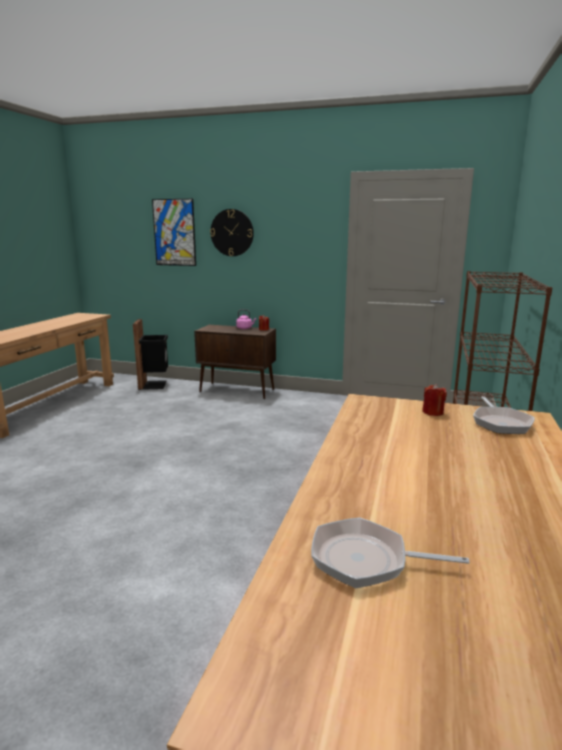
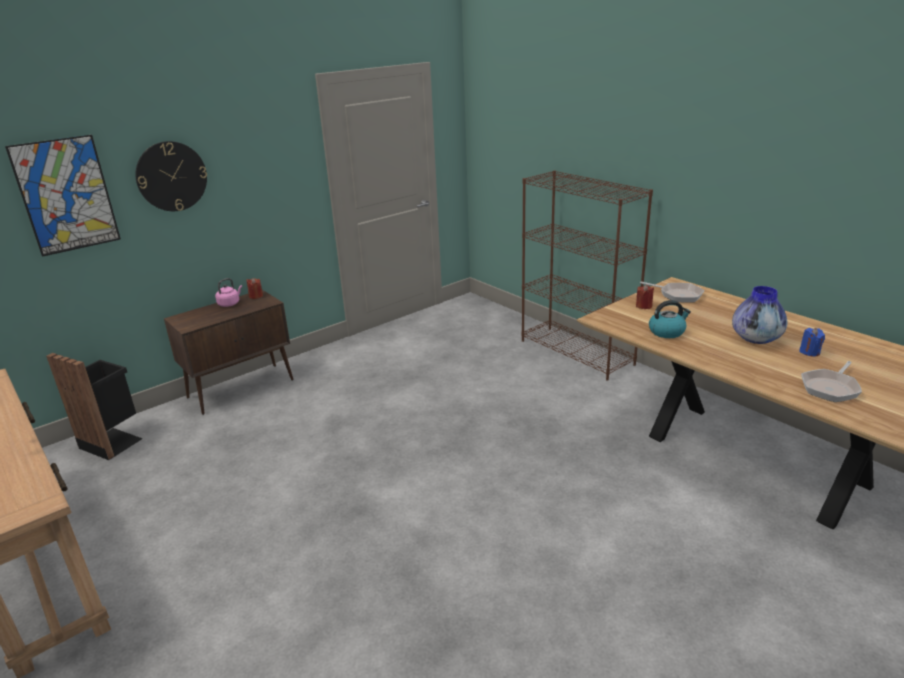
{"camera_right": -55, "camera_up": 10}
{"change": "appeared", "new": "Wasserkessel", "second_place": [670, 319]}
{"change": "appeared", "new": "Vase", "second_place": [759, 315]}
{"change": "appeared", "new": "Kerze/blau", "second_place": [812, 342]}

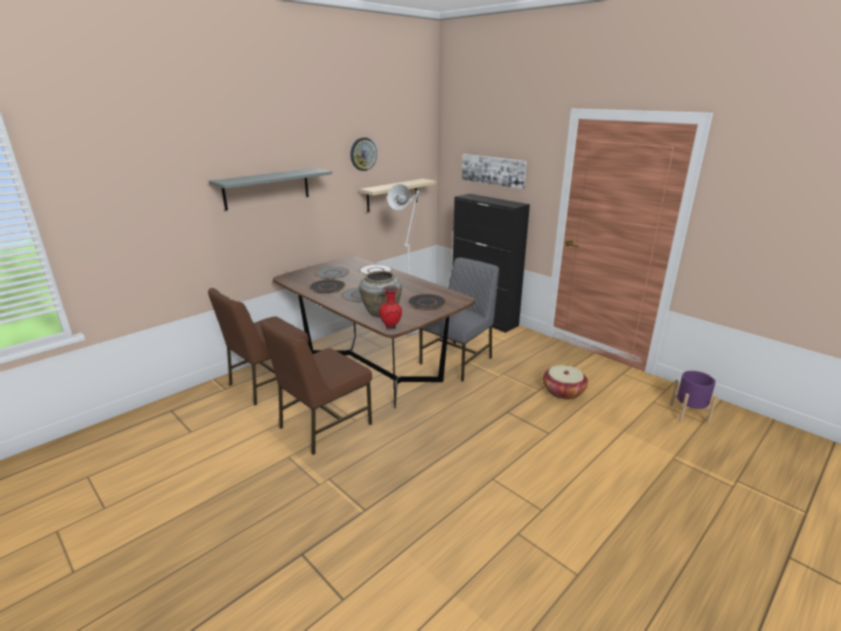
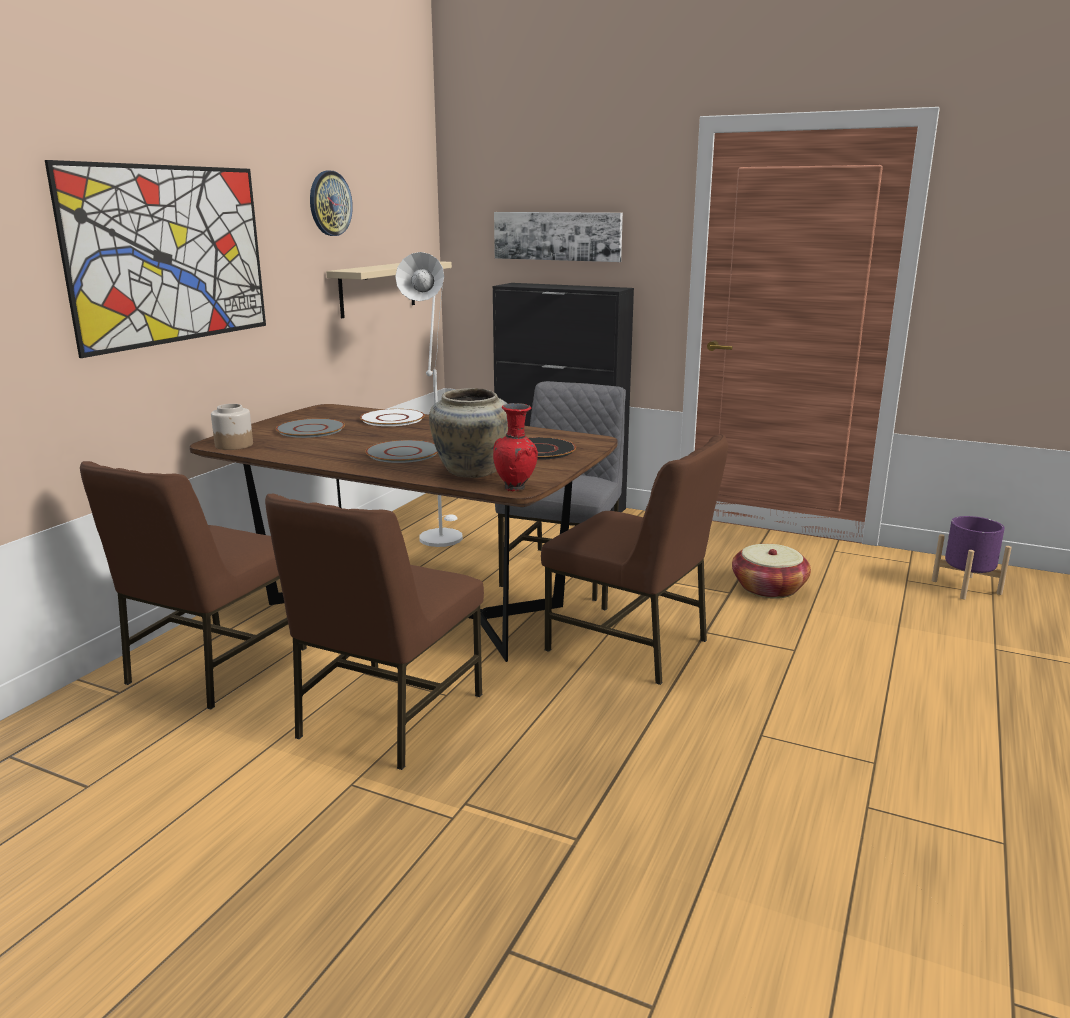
{"camera_right": -20, "camera_up": -5}
{"change": "missing", "old": "Teller/schwarz", "first_place": [327, 286]}
{"change": "appeared", "new": "Vorratsglas", "second_place": [232, 427]}
{"change": "appeared", "new": "Stuhl/braun", "second_place": [634, 559]}
{"change": "exchanged", "old": "Wandregal/grau", "new": "Bild", "first_place": [270, 189], "second_place": [155, 259]}

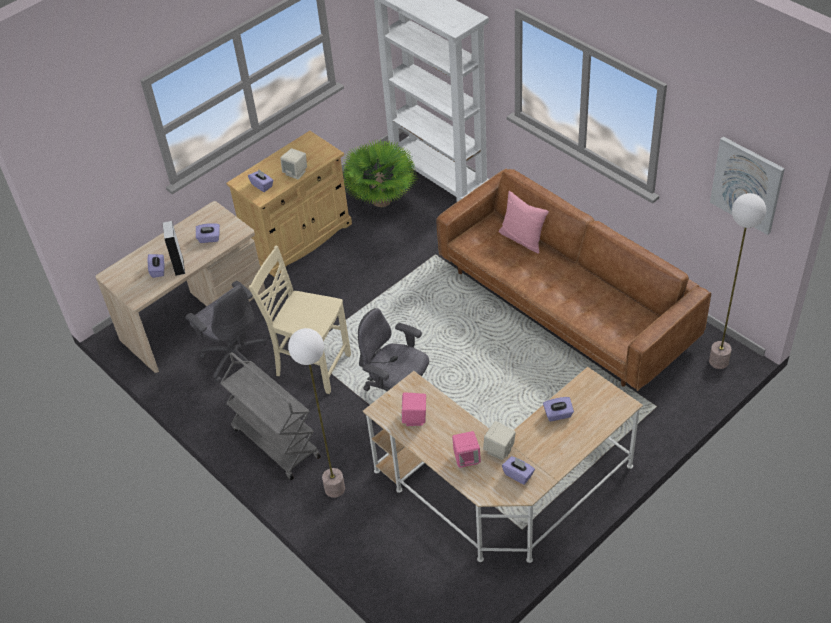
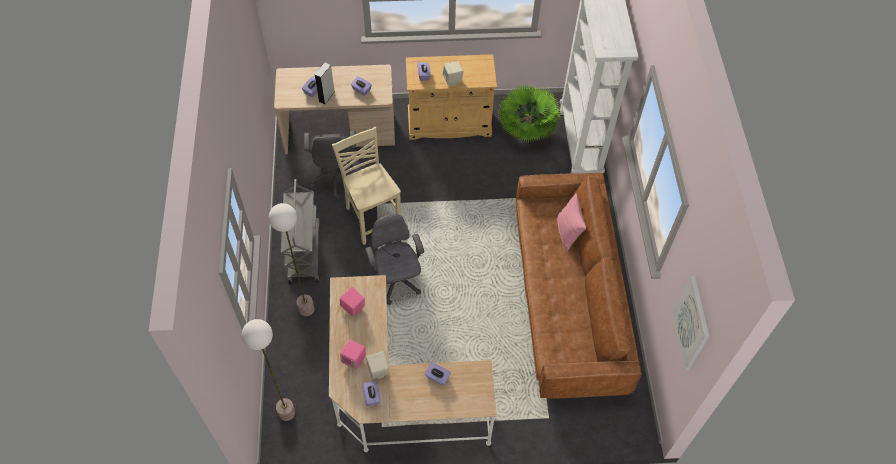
{"camera_right": 35, "camera_up": 10}
{"change": "relocated", "old": "Stehlampe", "first_place": [737, 281], "second_place": [268, 370]}

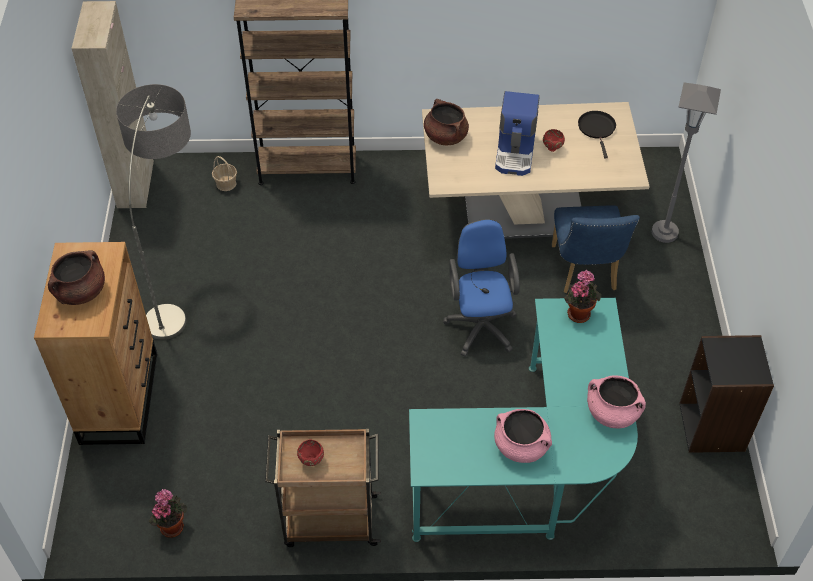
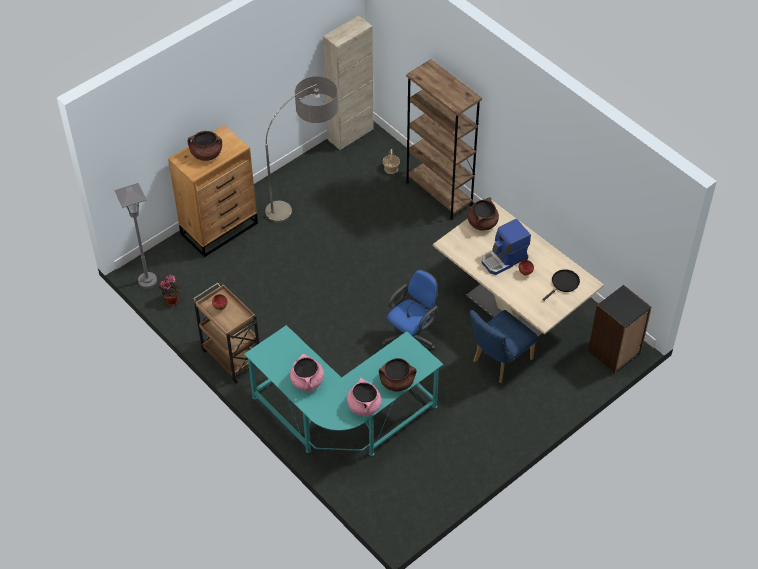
{"camera_right": 50, "camera_up": 0}
{"change": "missing", "old": "Topfpflanze", "first_place": [582, 296]}
{"change": "appeared", "new": "Kochtopf/braun", "second_place": [398, 374]}
{"change": "relocated", "old": "Stehlampe/grau", "first_place": [686, 162], "second_place": [135, 236]}
{"change": "relocated", "old": "Bücherregal/schwarz", "first_place": [726, 394], "second_place": [620, 329]}

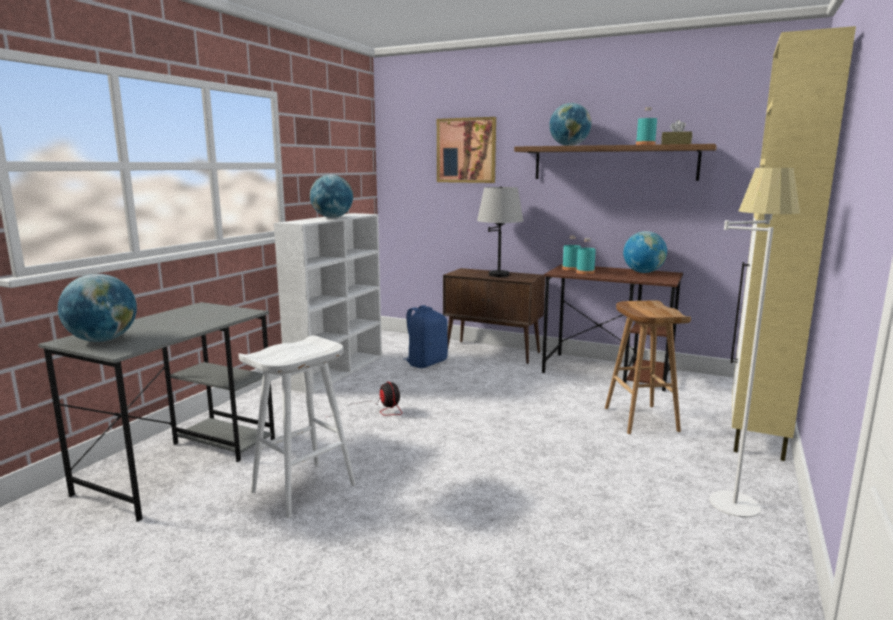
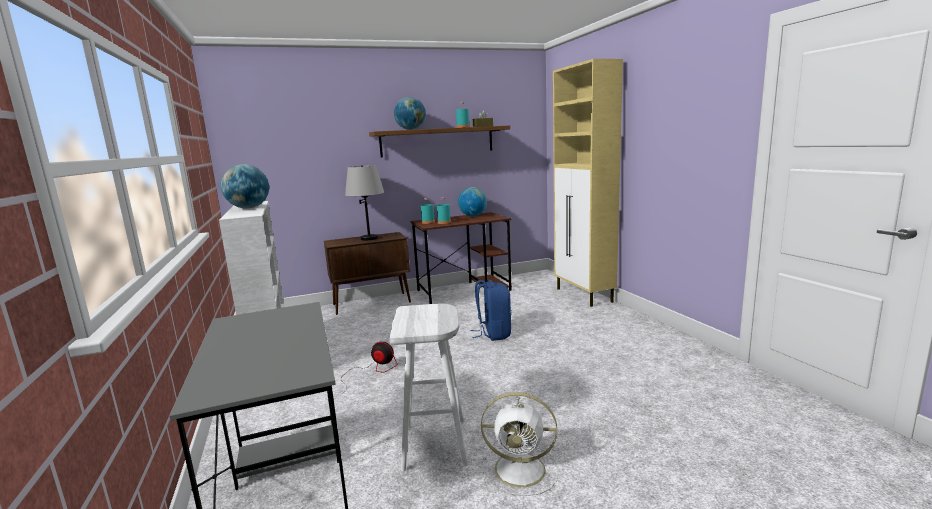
{"camera_right": -45, "camera_up": 0}
{"change": "missing", "old": "Globus", "first_place": [97, 308]}
{"change": "missing", "old": "Bild", "first_place": [466, 150]}
{"change": "missing", "old": "Hocker/braun", "first_place": [648, 367]}
{"change": "missing", "old": "Stehlampe/weiß", "first_place": [754, 343]}
{"change": "appeared", "new": "Ventilator/weiß", "second_place": [520, 444]}
{"change": "relocated", "old": "Rucksack/blau", "first_place": [425, 336], "second_place": [491, 310]}

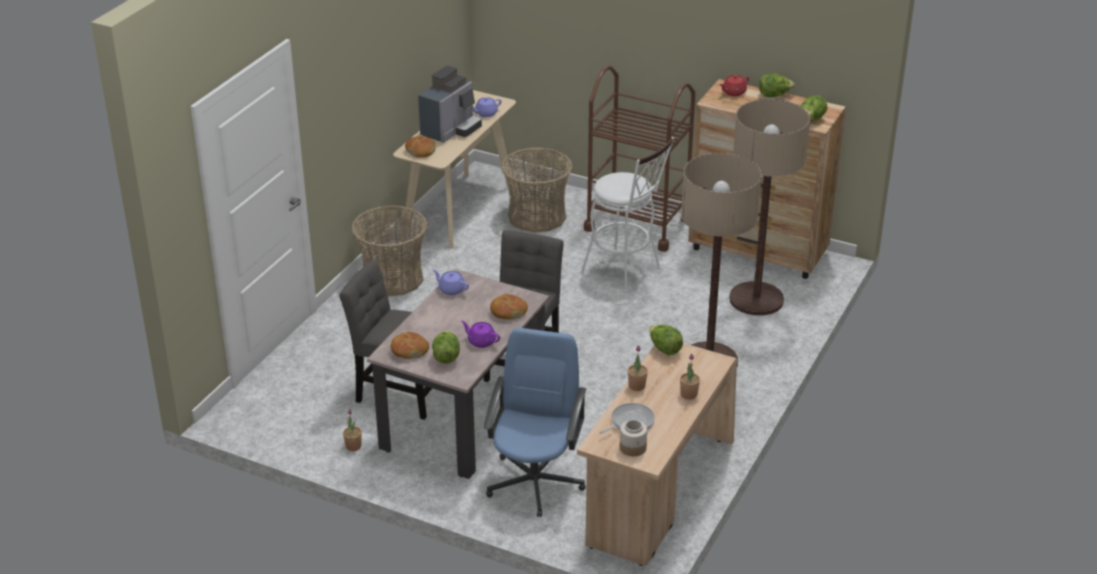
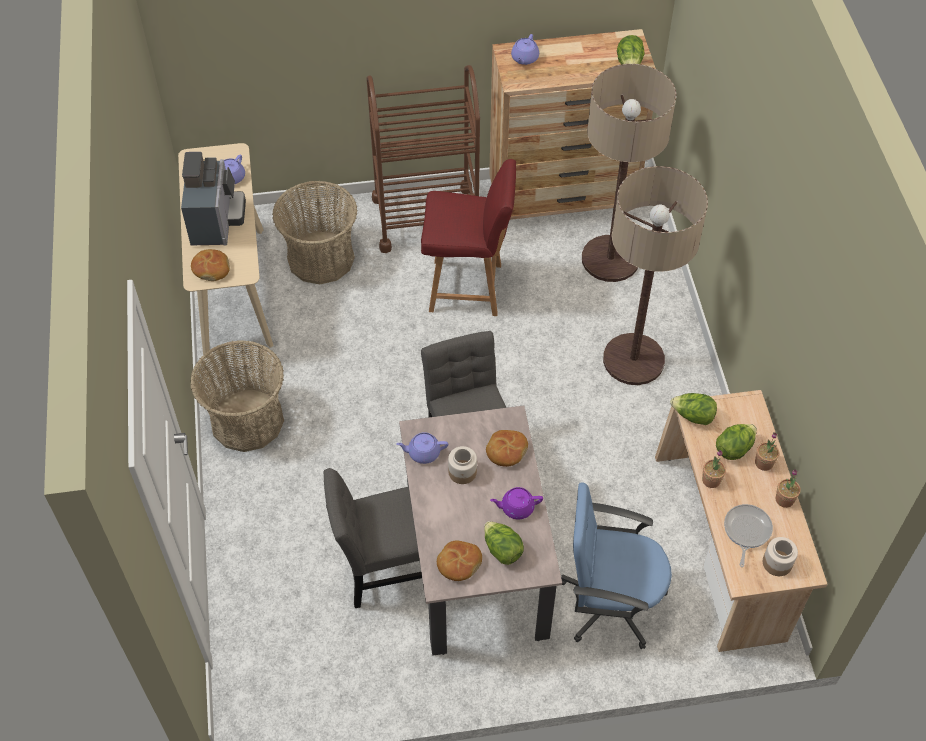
{"camera_right": -35, "camera_up": 20}
{"change": "appeared", "new": "Vorratsglas", "second_place": [462, 465]}
{"change": "relocated", "old": "Topfpflanze", "first_place": [352, 430], "second_place": [788, 488]}
{"change": "relocated", "old": "Salatkopf", "first_place": [777, 85], "second_place": [736, 442]}
{"change": "exchanged", "old": "Hocker/weiß", "new": "Stuhl/rot", "first_place": [627, 215], "second_place": [468, 237]}
{"change": "colour", "old": "Teekanne/rot", "new": "Teekanne/lila", "first_place": [734, 85], "second_place": [525, 49]}
{"change": "spun", "old": "Bürostuhl/blau", "first_place": [535, 422], "second_place": [616, 566], "degrees": -60}

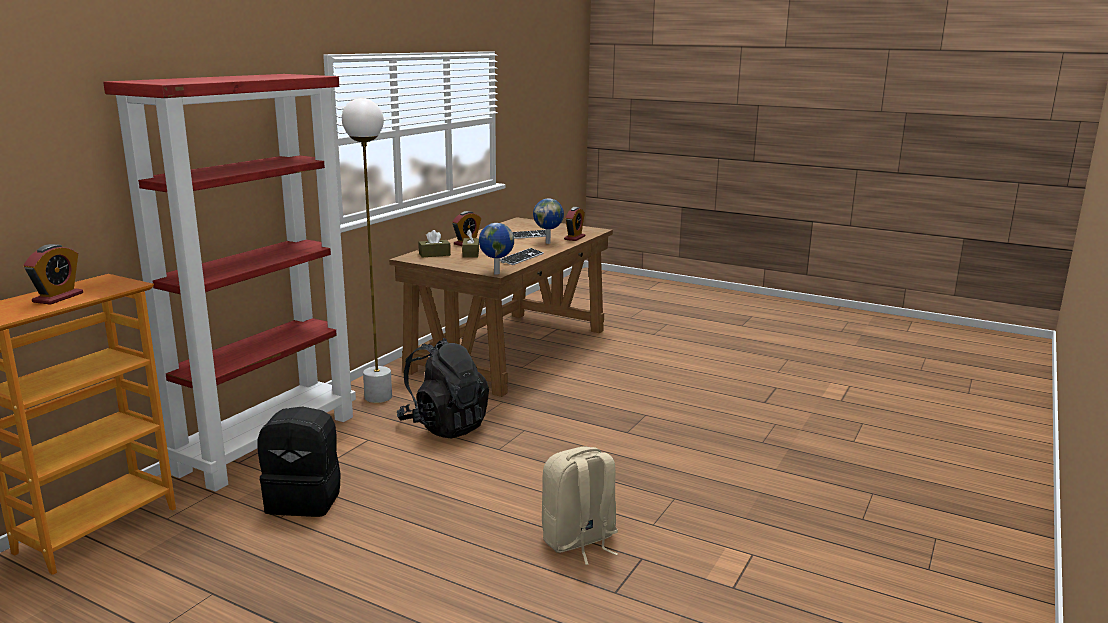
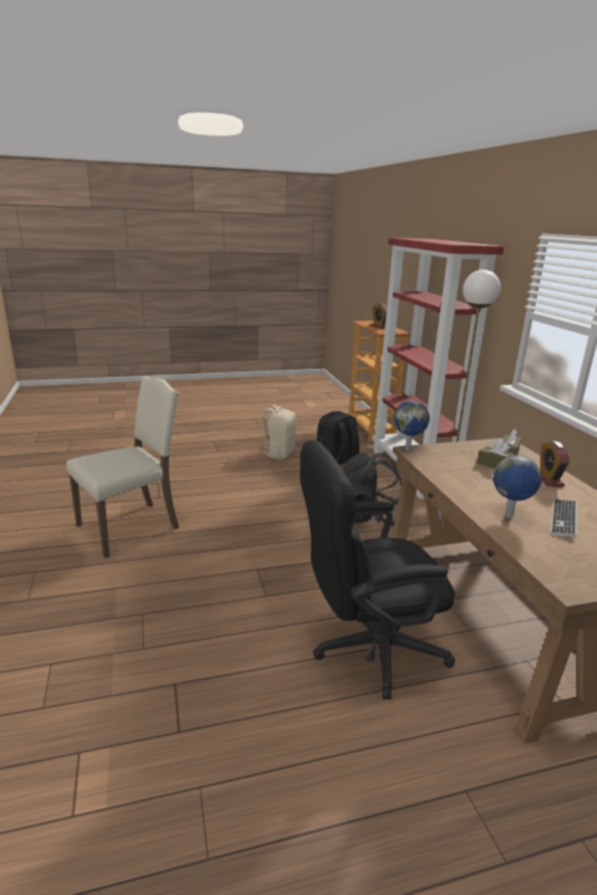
{"camera_right": 135, "camera_up": 5}
{"change": "missing", "old": "Tastatur", "first_place": [522, 256]}
{"change": "missing", "old": "Wecker", "first_place": [574, 224]}
{"change": "appeared", "new": "Stuhl/beige", "second_place": [123, 467]}
{"change": "appeared", "new": "Bürostuhl/schwarz", "second_place": [377, 570]}
{"change": "relocated", "old": "Rucksack/beige", "first_place": [580, 505], "second_place": [277, 432]}

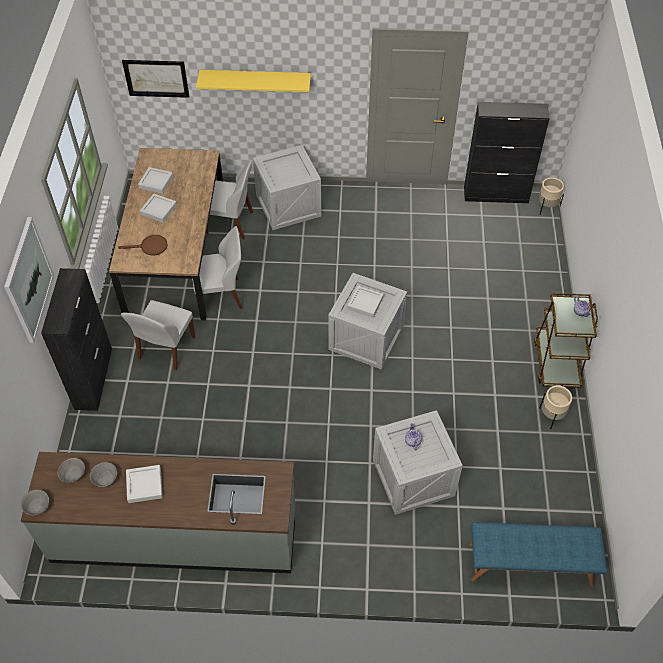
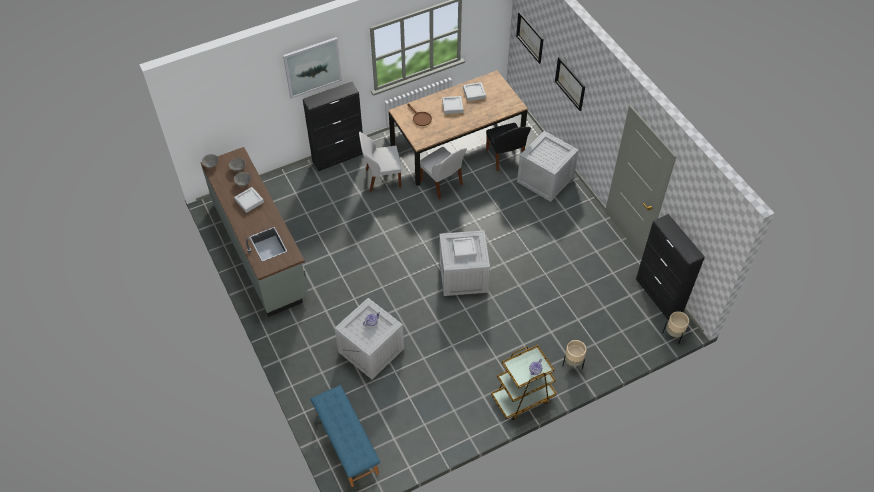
{"camera_right": 60, "camera_up": 0}
{"change": "relocated", "old": "Pflanzkübel/beige", "first_place": [555, 407], "second_place": [575, 355]}
{"change": "exchanged", "old": "Wandregal/gelb", "new": "Bild", "first_place": [253, 81], "second_place": [570, 84]}
{"change": "colour", "old": "Stuhl/weiß", "new": "Stuhl/schwarz", "first_place": [229, 199], "second_place": [508, 147]}

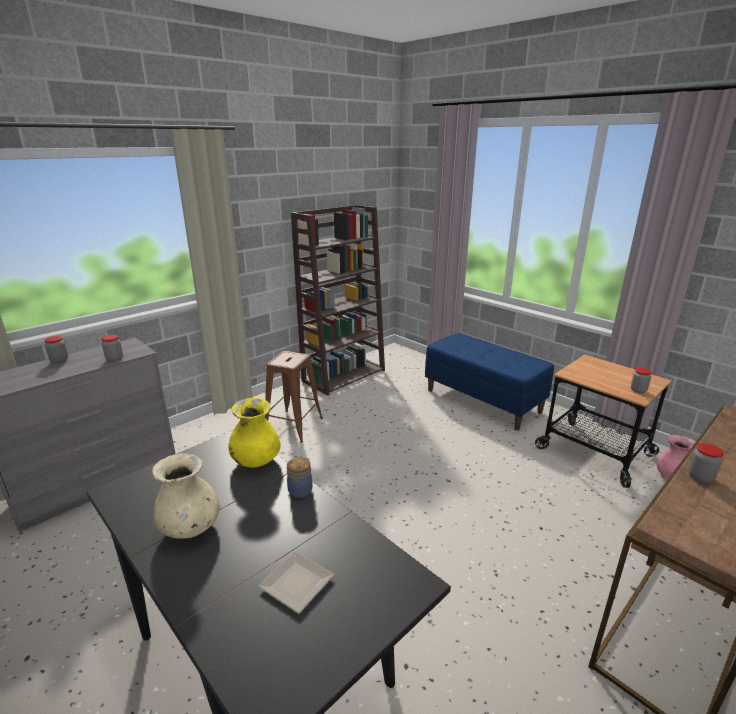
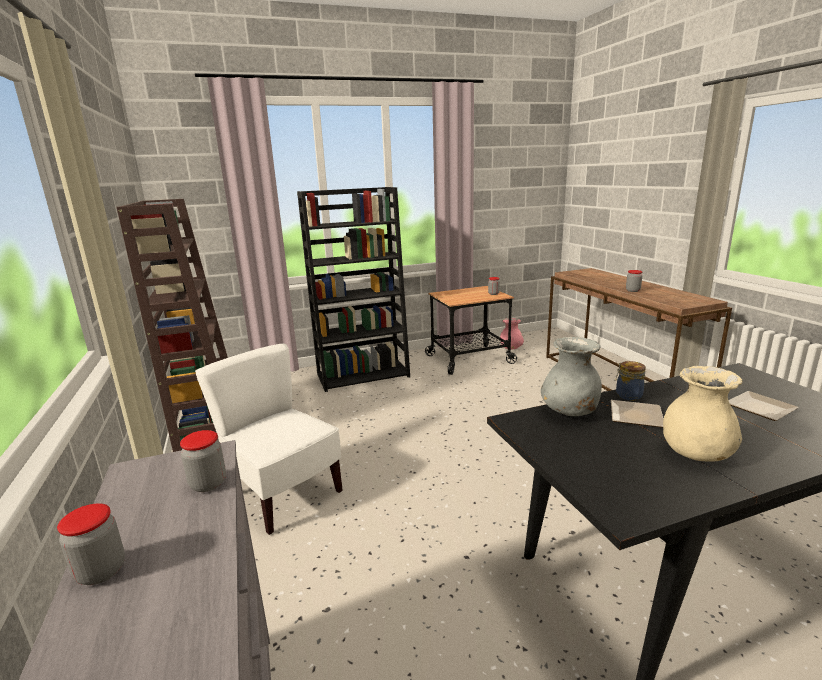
{"camera_right": -65, "camera_up": -5}
{"change": "appeared", "new": "Teller", "second_place": [637, 414]}
{"change": "exchanged", "old": "Hocker/braun", "new": "Stuhl/weiß", "first_place": [294, 397], "second_place": [269, 439]}
{"change": "exchanged", "old": "Bank/blau", "new": "Bücherregal/schwarz", "first_place": [489, 381], "second_place": [353, 289]}
{"change": "colour", "old": "Vase/gelb", "new": "Vase/grau", "first_place": [255, 433], "second_place": [571, 376]}

